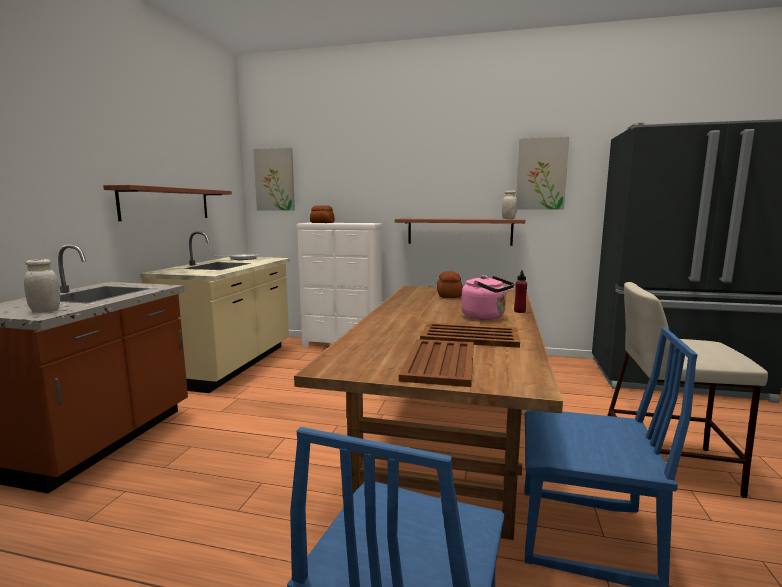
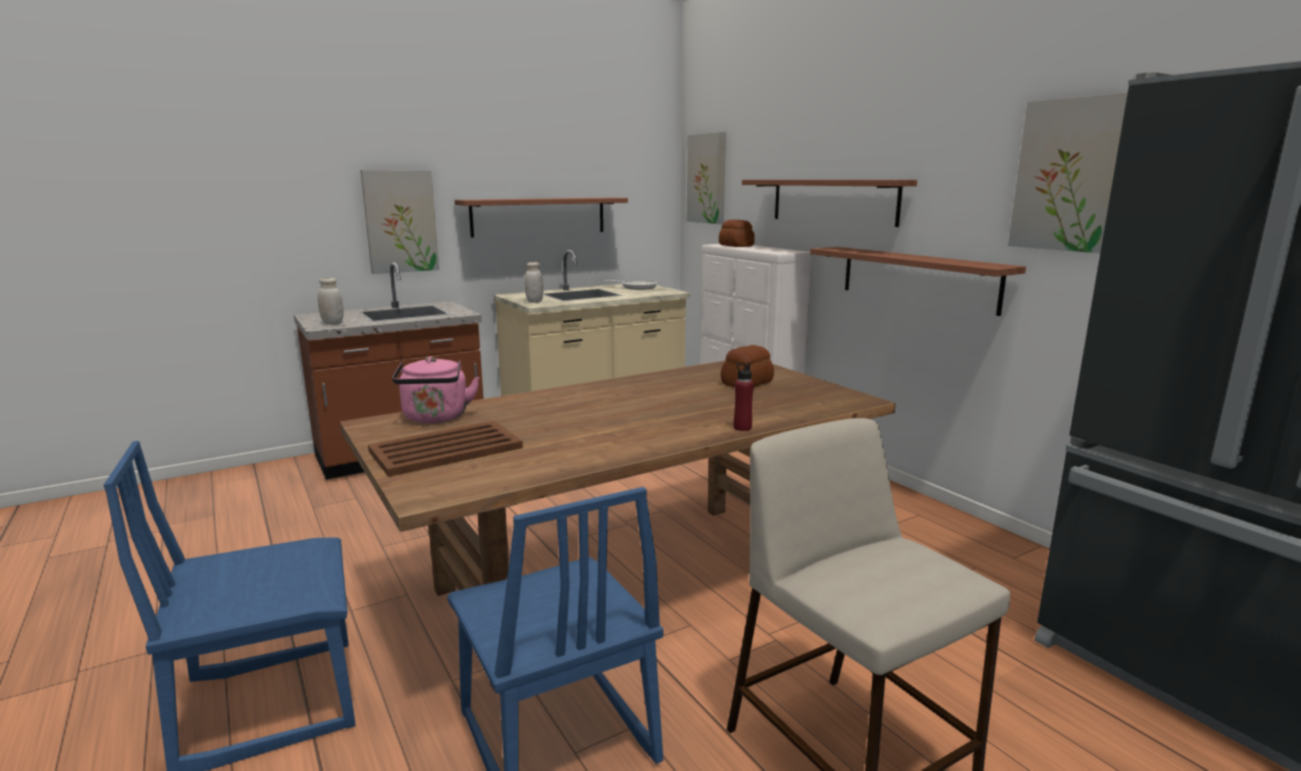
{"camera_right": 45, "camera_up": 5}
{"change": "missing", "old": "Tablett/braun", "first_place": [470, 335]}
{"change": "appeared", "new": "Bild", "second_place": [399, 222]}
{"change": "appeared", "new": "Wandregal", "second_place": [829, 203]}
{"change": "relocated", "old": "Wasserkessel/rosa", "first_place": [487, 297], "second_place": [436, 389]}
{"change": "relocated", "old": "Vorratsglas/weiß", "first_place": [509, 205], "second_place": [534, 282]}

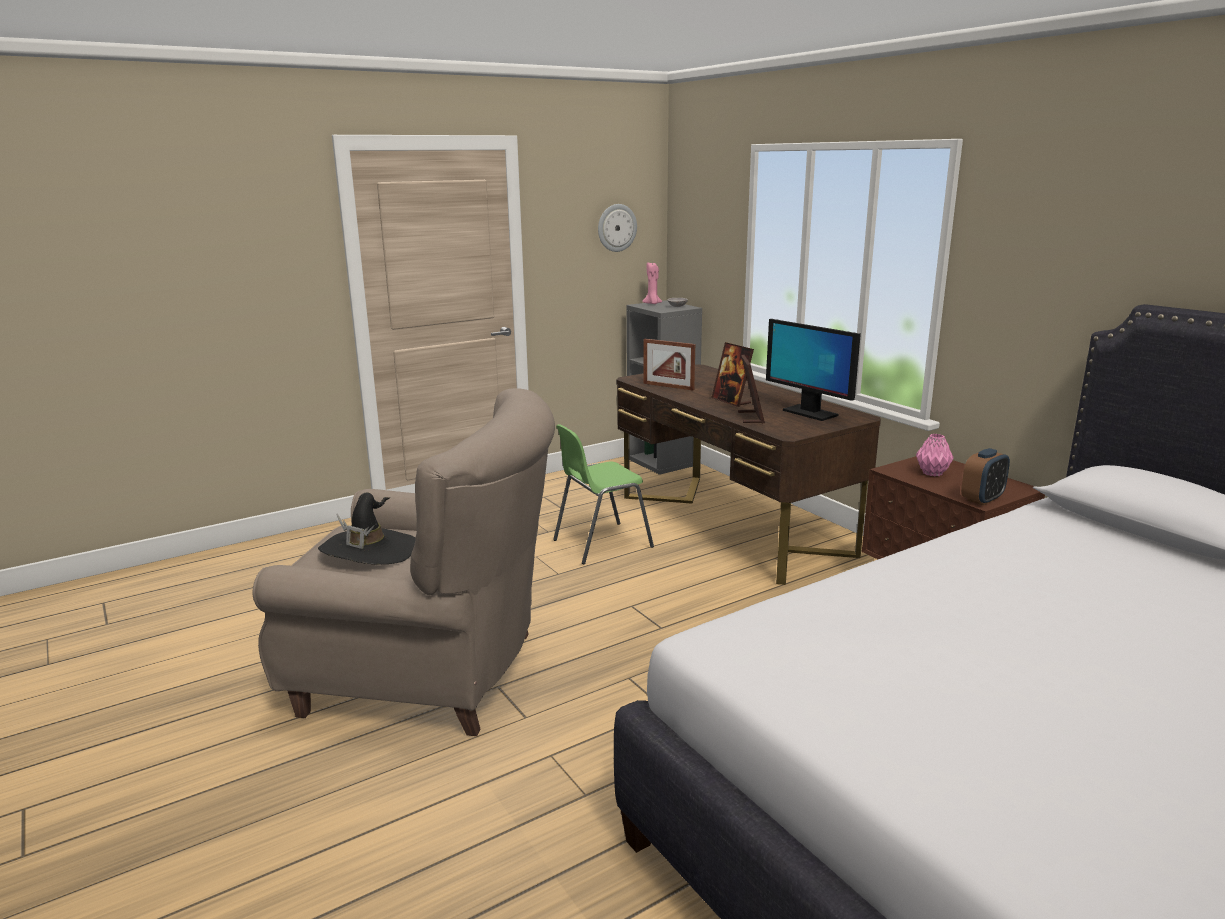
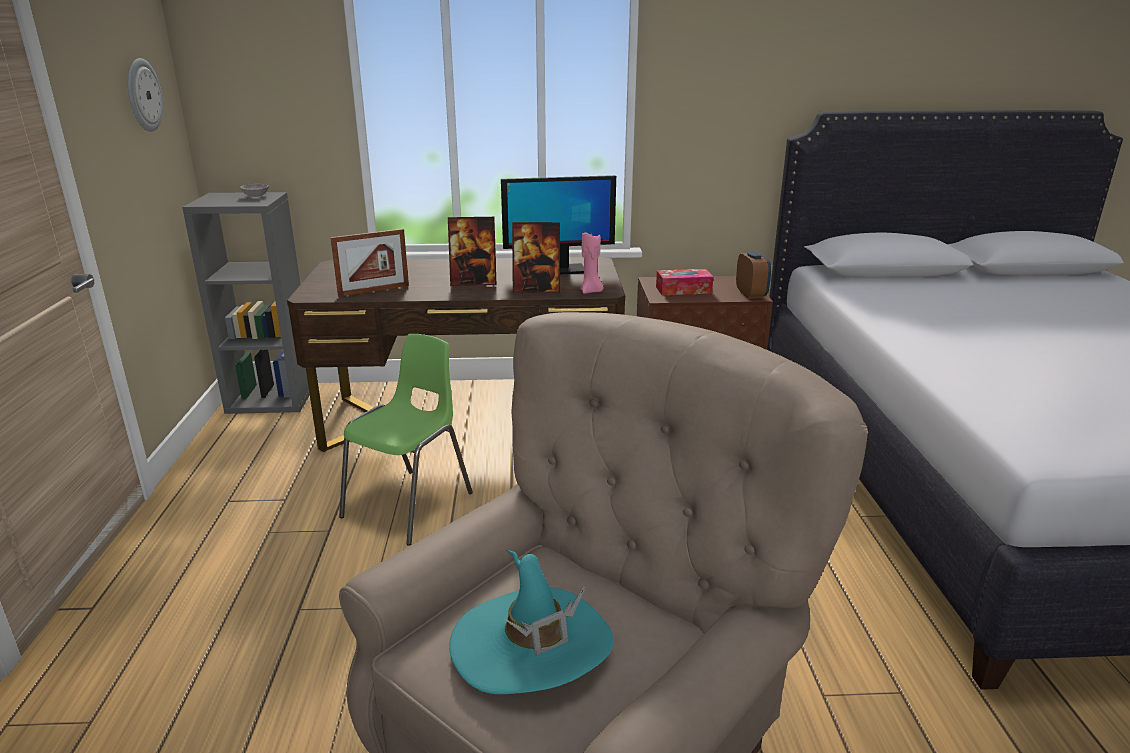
{"camera_right": -60, "camera_up": 5}
{"change": "relocated", "old": "Kerze/rosa", "first_place": [652, 283], "second_place": [592, 263]}
{"change": "exchanged", "old": "Vase/rosa", "new": "Taschentuchbox", "first_place": [935, 455], "second_place": [684, 282]}
{"change": "colour", "old": "Hut/schwarz", "new": "Hut/türkis", "first_place": [367, 528], "second_place": [531, 622]}
{"change": "spun", "old": "Stuhl/grün", "first_place": [603, 494], "second_place": [406, 440], "degrees": -150}
{"change": "spun", "old": "Bilderrahmen", "first_place": [751, 389], "second_place": [536, 257], "degrees": 150}

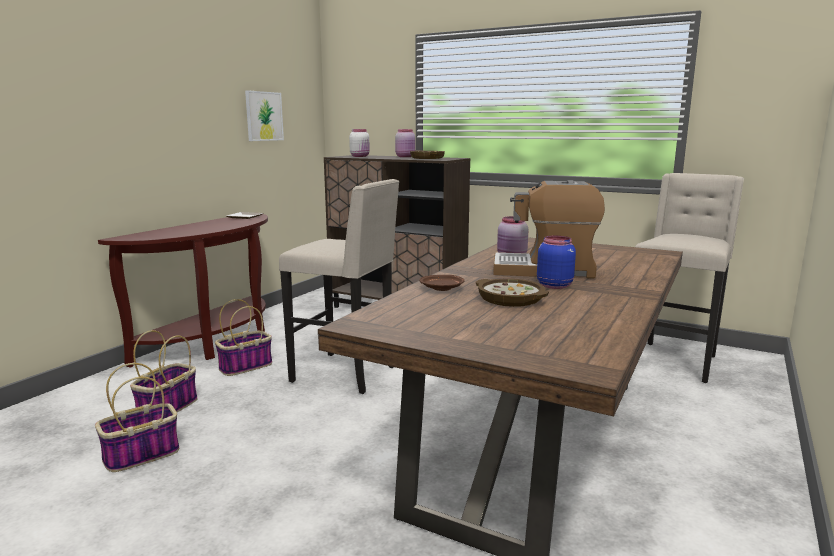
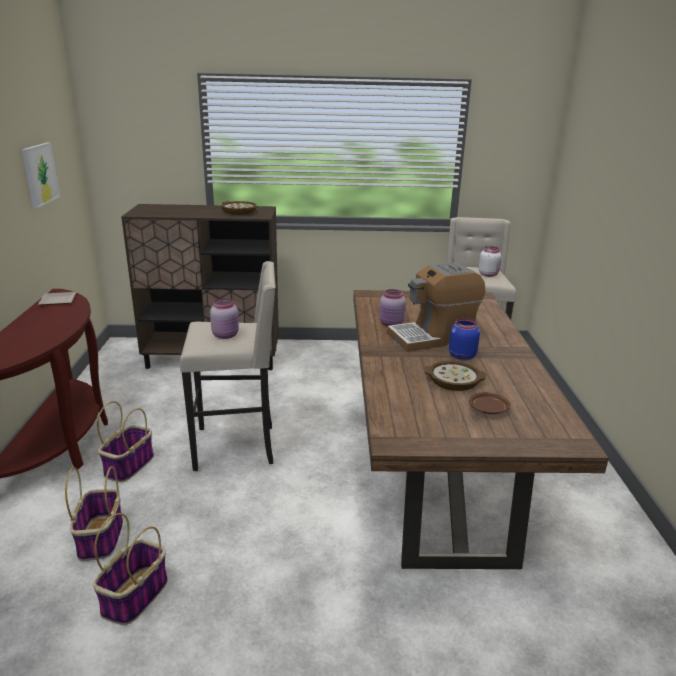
{"camera_right": -30, "camera_up": 10}
{"change": "relocated", "old": "Vorratsglas/weiß", "first_place": [359, 143], "second_place": [490, 261]}
{"change": "relocated", "old": "Vorratsglas/rosa", "first_place": [405, 143], "second_place": [224, 318]}
{"change": "relocated", "old": "Teller/braun", "first_place": [442, 283], "second_place": [489, 403]}

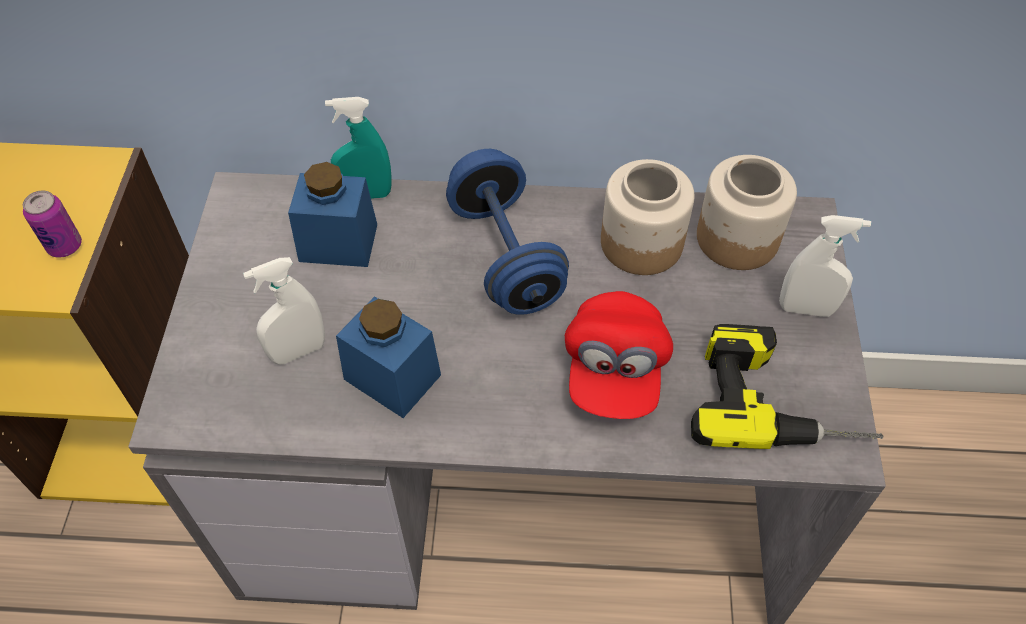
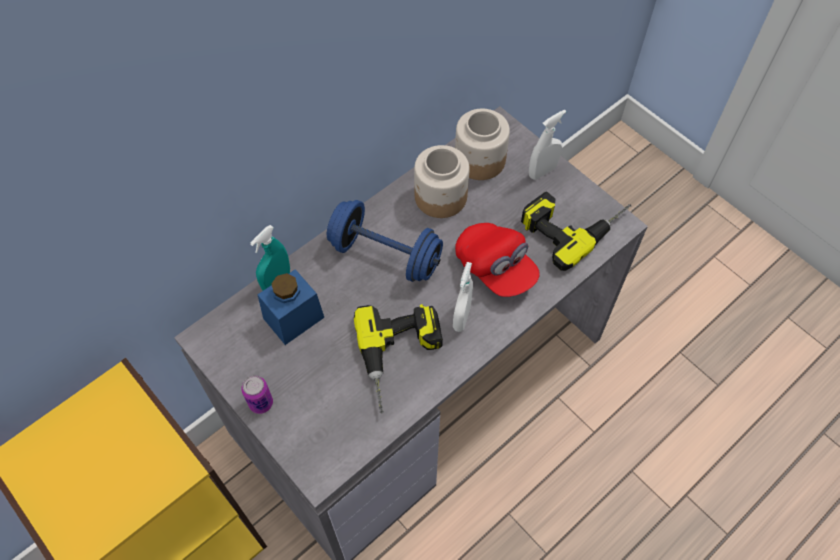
{"camera_right": -45, "camera_up": 5}
{"change": "relocated", "old": "Dose", "first_place": [52, 224], "second_place": [257, 394]}
{"change": "relocated", "old": "Sprühflasche/weiß", "first_place": [284, 311], "second_place": [463, 297]}
{"change": "exchanged", "old": "Vorratsglas/blau", "new": "Bohrmaschine", "first_place": [388, 357], "second_place": [398, 359]}

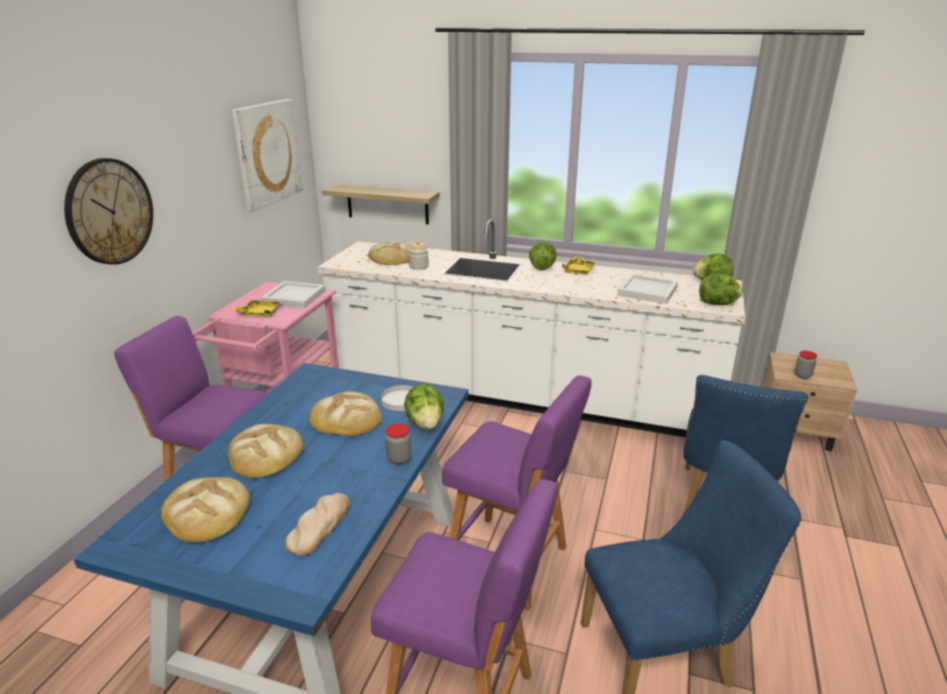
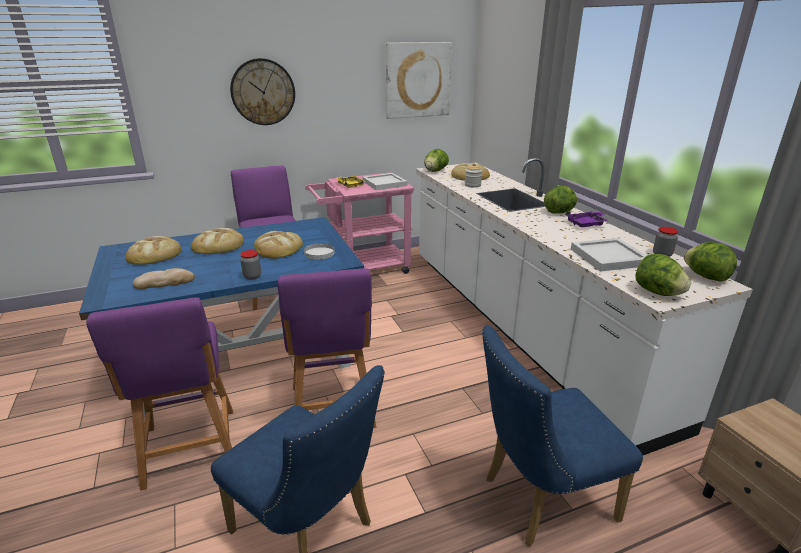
{"camera_right": 50, "camera_up": 0}
{"change": "missing", "old": "Wandregal", "first_place": [381, 204]}
{"change": "relocated", "old": "Salatkopf", "first_place": [424, 406], "second_place": [436, 160]}
{"change": "relocated", "old": "Vorratsglas", "first_place": [805, 365], "second_place": [665, 242]}
{"change": "colour", "old": "Tablett/gelb", "new": "Tablett/lila", "first_place": [579, 266], "second_place": [587, 219]}

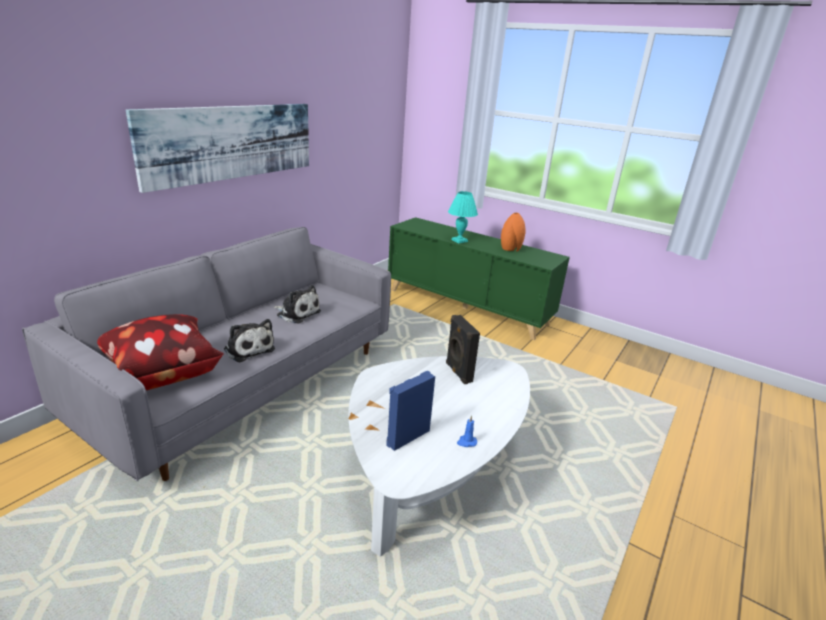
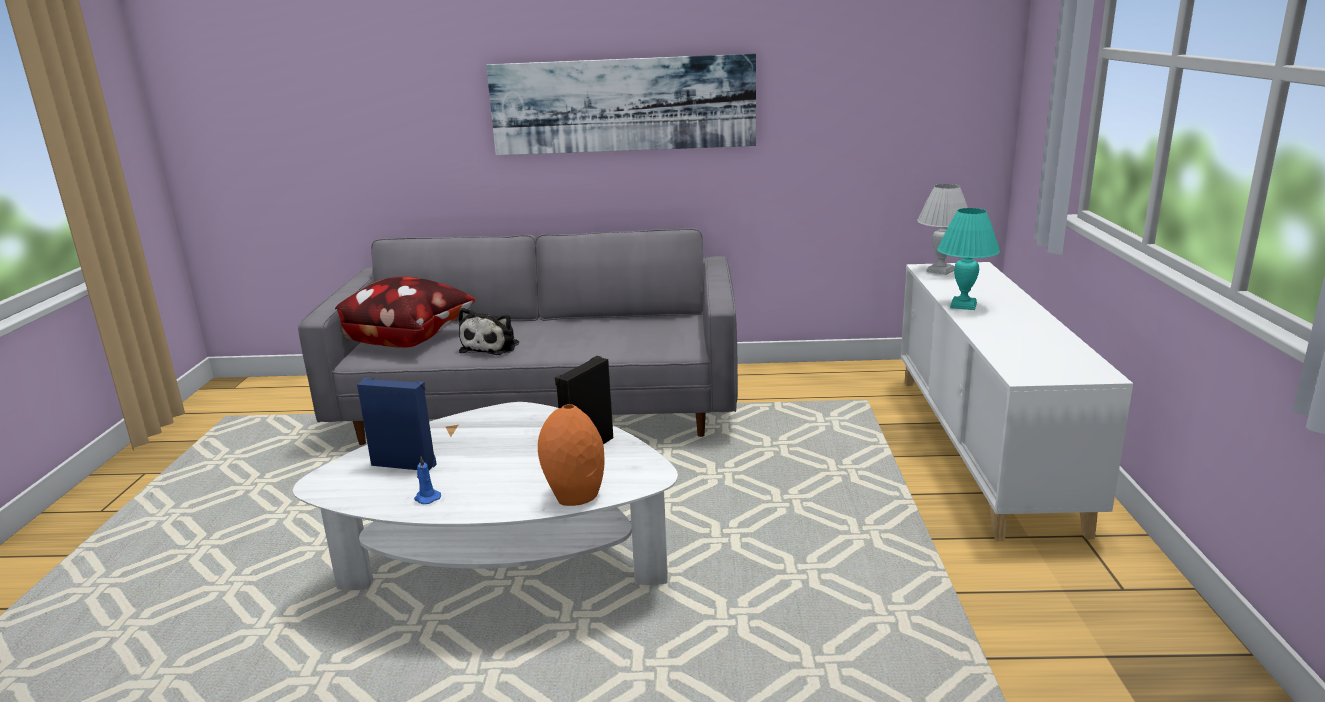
{"camera_right": 60, "camera_up": -5}
{"change": "missing", "old": "Plüschtier", "first_place": [297, 304]}
{"change": "appeared", "new": "Tischlampe/weiß", "second_place": [942, 229]}
{"change": "relocated", "old": "Vase/orange", "first_place": [513, 232], "second_place": [571, 455]}
{"change": "colour", "old": "Schrank/grün", "new": "Schrank/weiß", "first_place": [479, 278], "second_place": [1017, 401]}

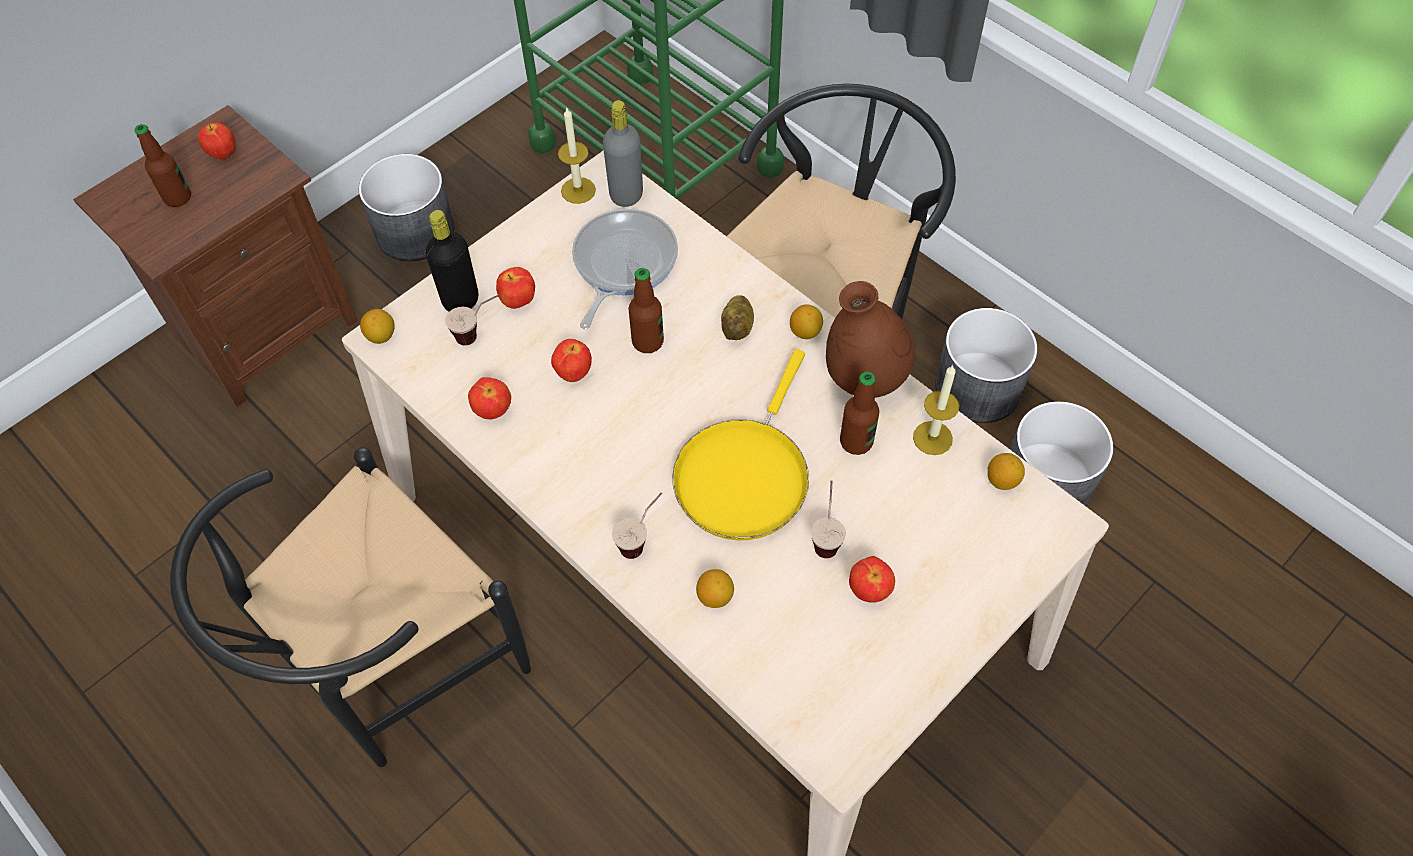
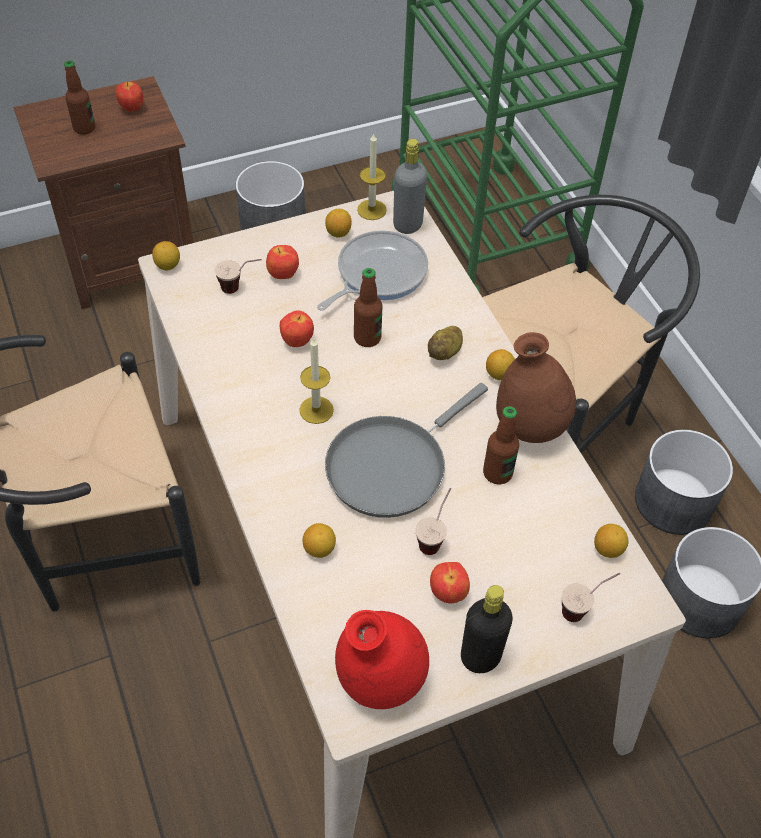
{"camera_right": 20, "camera_up": -5}
{"change": "missing", "old": "Apfel", "first_place": [489, 398]}
{"change": "appeared", "new": "Zitrone", "second_place": [338, 223]}
{"change": "appeared", "new": "Vase/rot", "second_place": [382, 659]}
{"change": "relocated", "old": "Flasche/schwarz", "first_place": [452, 261], "second_place": [487, 629]}
{"change": "relocated", "old": "Tasse", "first_place": [637, 525], "second_place": [591, 597]}
{"change": "relocated", "old": "Kerze", "first_place": [936, 410], "second_place": [316, 381]}
{"change": "colour", "old": "Pfanne/gelb", "new": "Pfanne/grau", "first_place": [740, 444], "second_place": [406, 450]}

